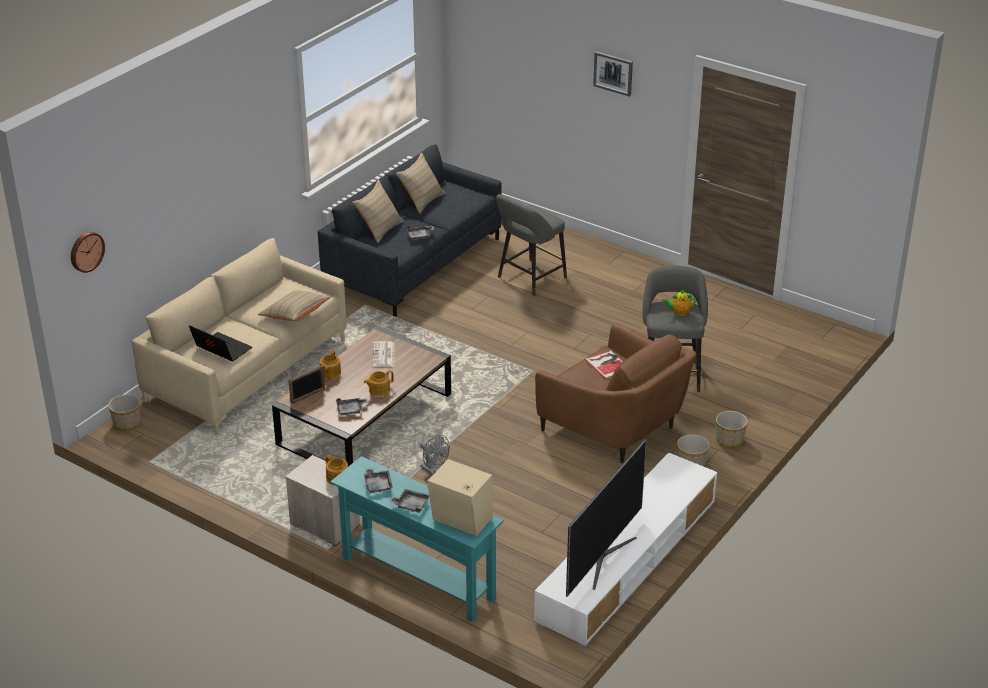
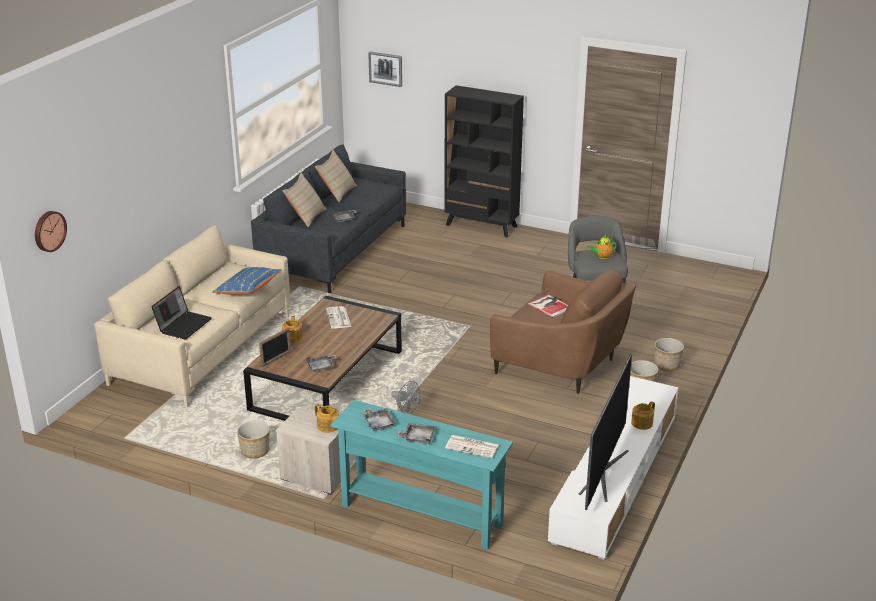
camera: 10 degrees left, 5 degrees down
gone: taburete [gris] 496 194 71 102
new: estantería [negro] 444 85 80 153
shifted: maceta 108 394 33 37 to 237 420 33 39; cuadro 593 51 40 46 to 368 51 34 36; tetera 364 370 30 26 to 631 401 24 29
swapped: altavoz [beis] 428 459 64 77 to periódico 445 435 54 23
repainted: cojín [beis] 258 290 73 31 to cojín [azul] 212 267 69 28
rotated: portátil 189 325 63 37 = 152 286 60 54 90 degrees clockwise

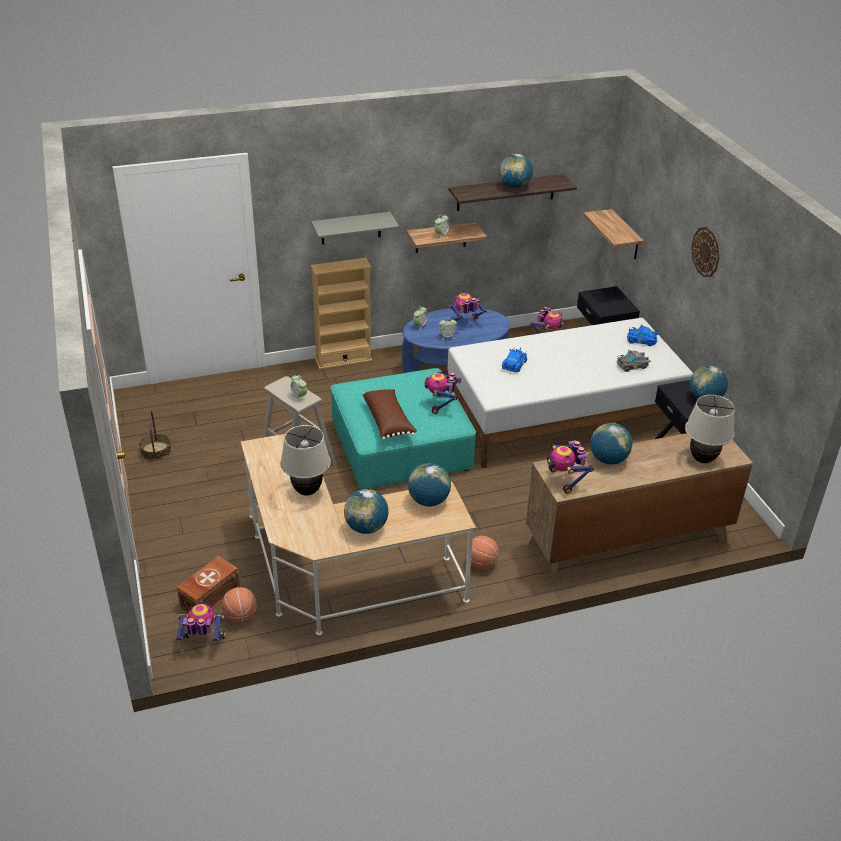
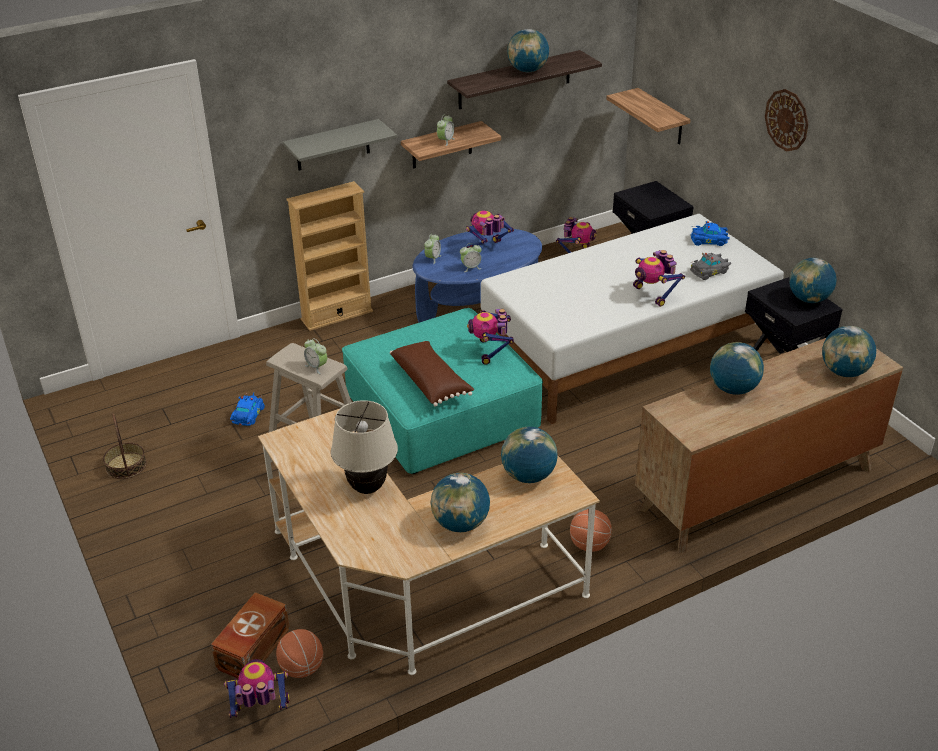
camera: 10 degrees left, 0 degrees up
shifted: coche de juguete [azul] 502 348 25 24 to 230 392 35 34; robot de juguete 547 440 47 54 to 633 250 52 57
swapped: lámpara de mesa [beis] 685 395 50 68 to globo terráqueo 822 326 54 51

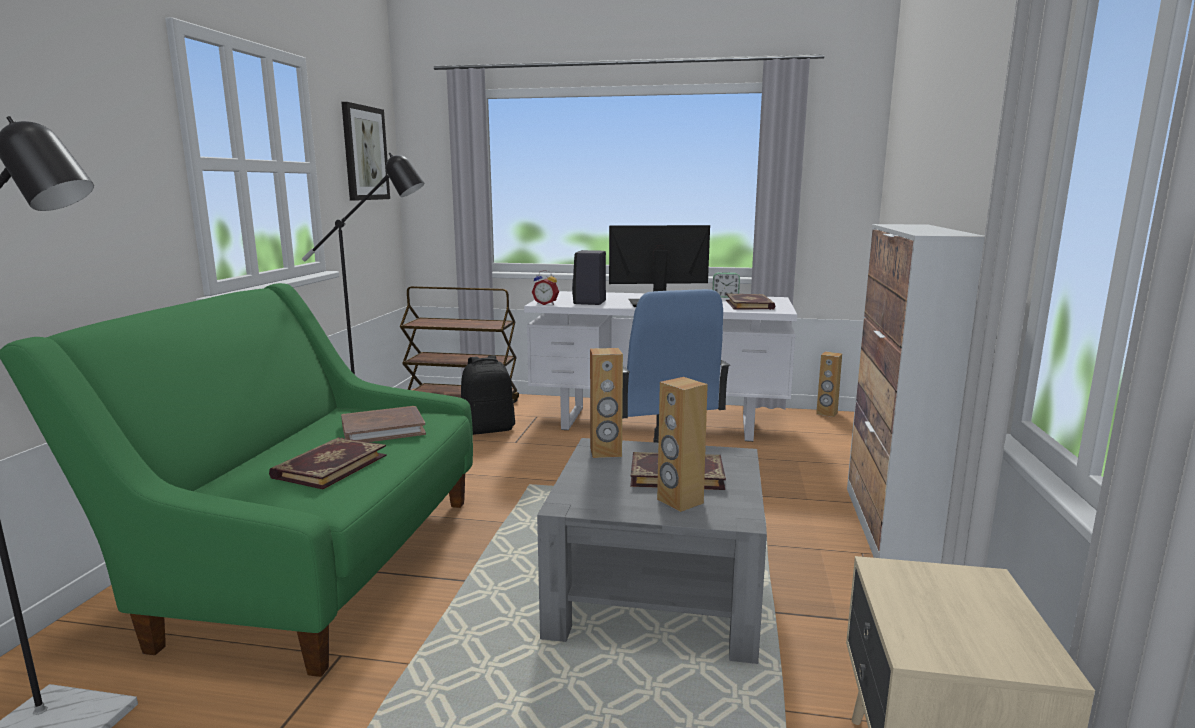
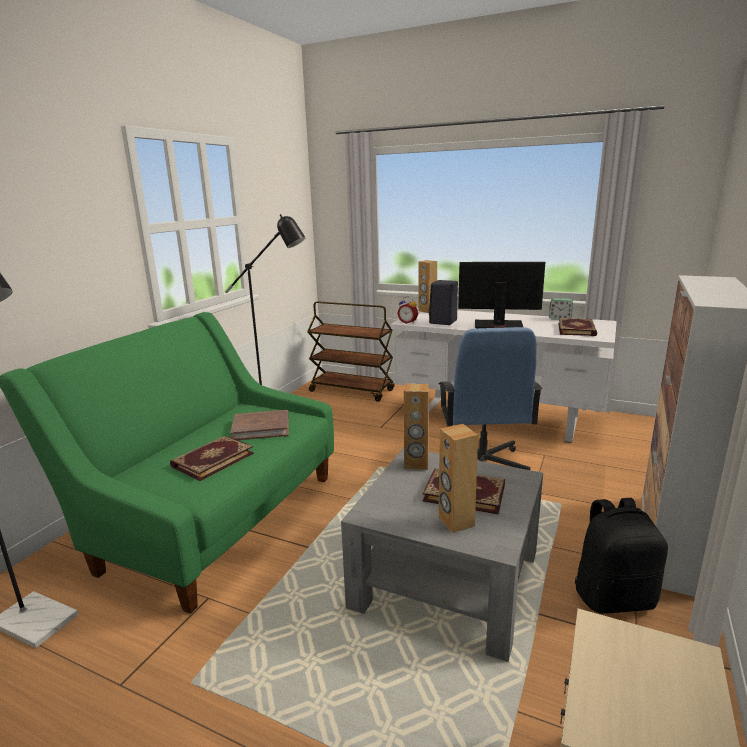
camera: 15 degrees right, 5 degrees up
gone: cuadro 342 102 48 99
shifted: altavoz [marrón] 816 351 26 66 to 418 260 19 53; mochila [negro] 461 355 54 80 to 575 498 93 116

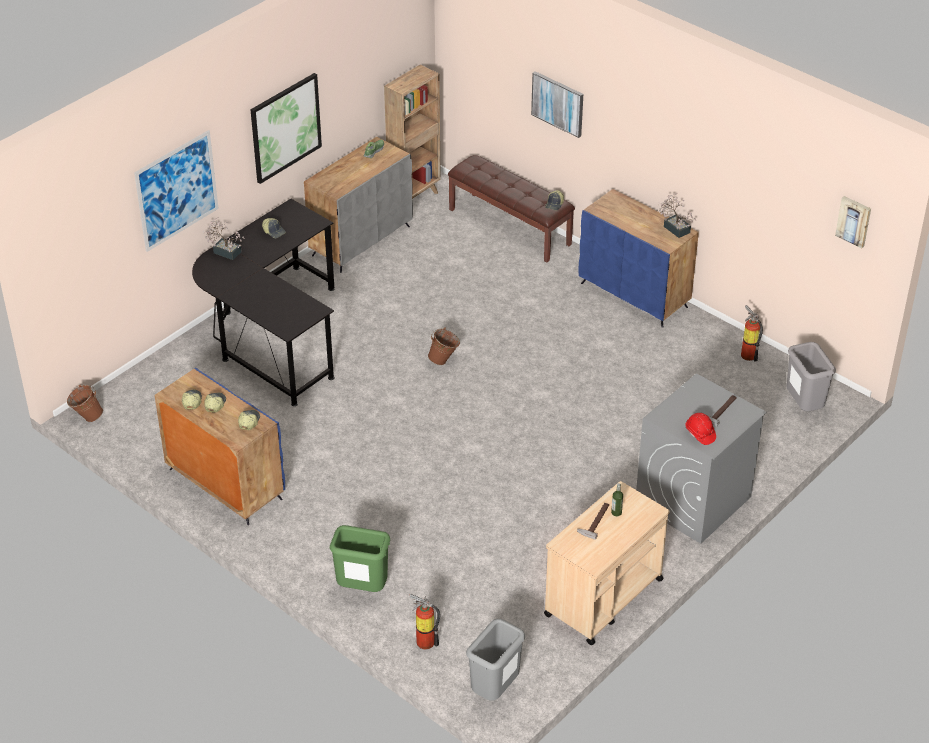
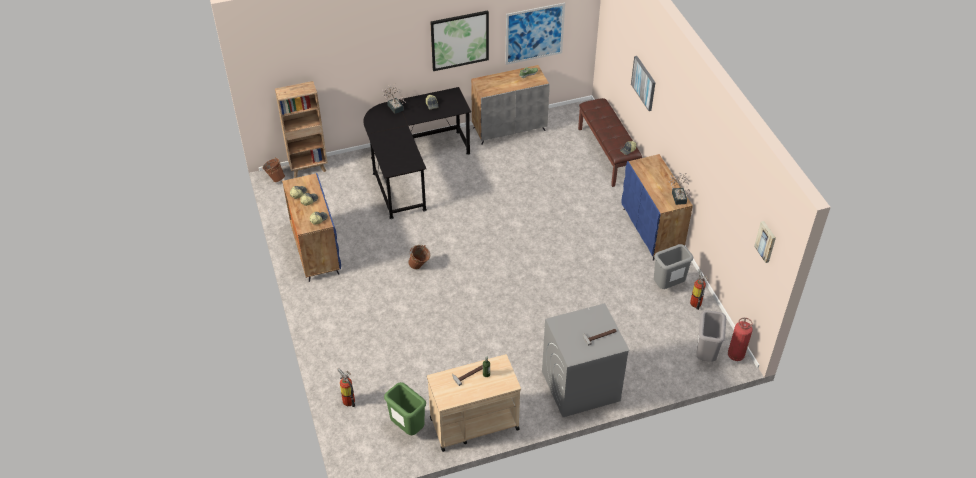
camera: 30 degrees right, 5 degrees up
gone: casco [rojo] 685 413 31 32
new: extintor 728 318 25 43
shifted: estantería [marrón] 384 64 57 135 to 275 81 53 97; papelera [verde] 330 525 60 67 to 384 382 42 53; cubo [marrón] 428 328 32 37 to 408 245 22 24; cuadro 134 130 85 122 to 505 3 60 62; papelera [gris] 466 619 59 82 to 654 244 39 45

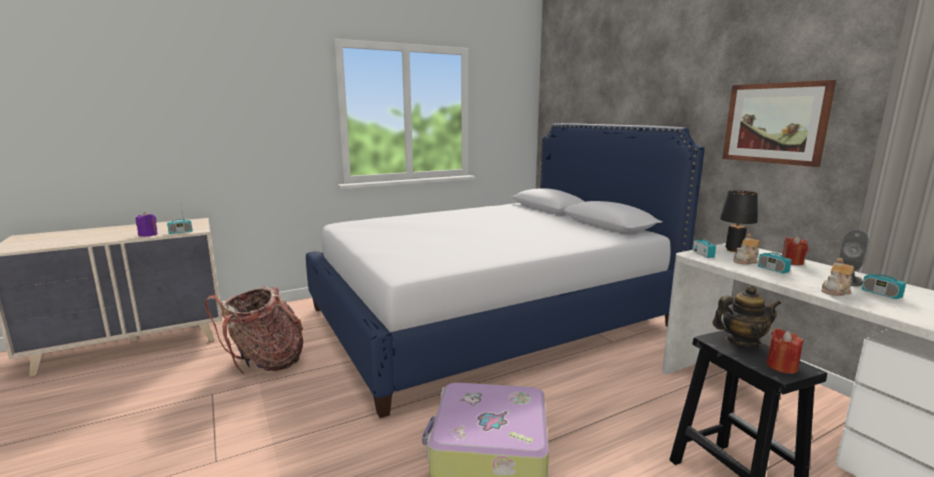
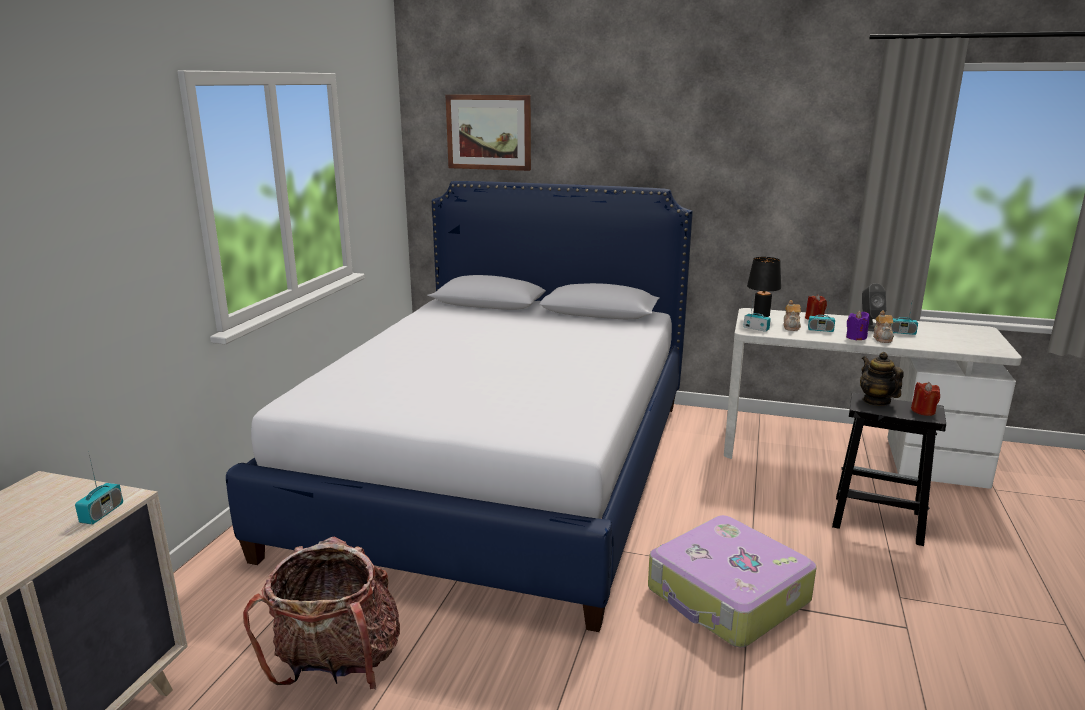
camera: 45 degrees left, 5 degrees up
shifted: cuadro 723 80 113 87 to 445 95 86 76; vela [morado] 136 212 22 25 to 846 311 24 29
rotated: tetera 712 285 70 62 = 860 352 44 54 60 degrees counterclockwise

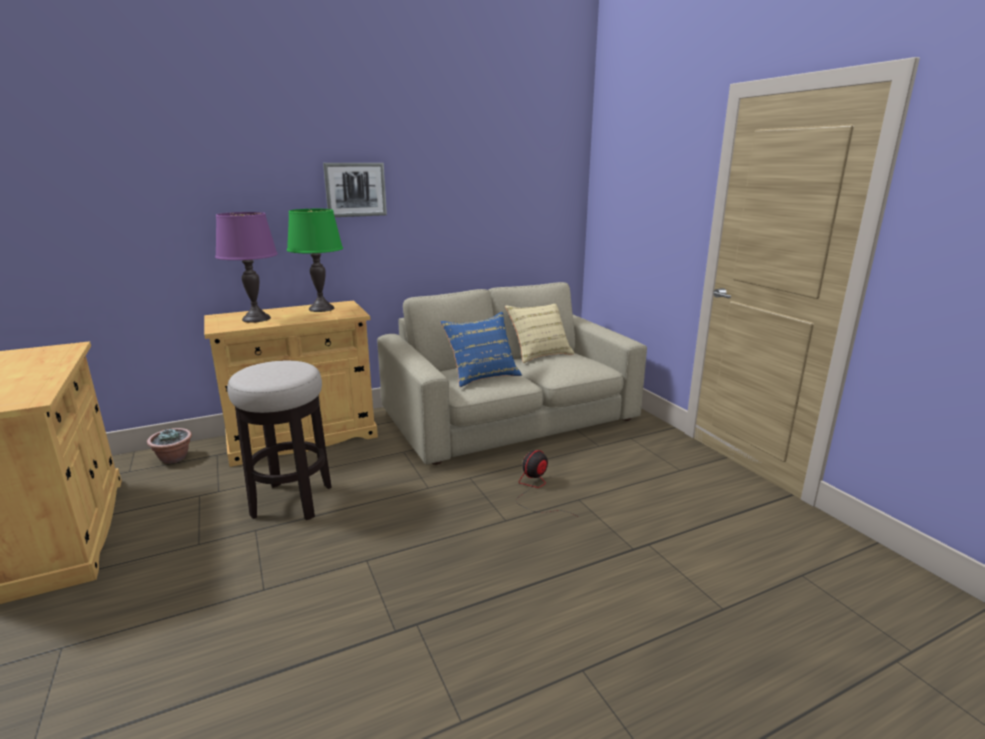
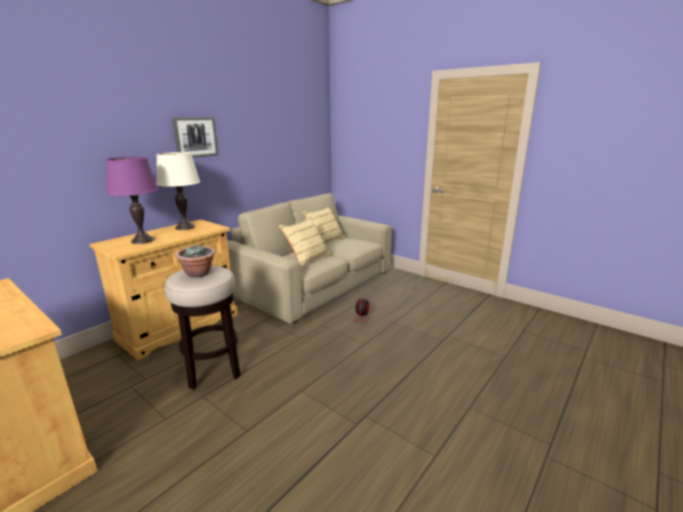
camera: 25 degrees left, 0 degrees up
shifted: planta en maceta 147 428 45 36 to 175 245 40 33
repainted: lámpara de mesa [verde] 287 209 56 103 to lámpara de mesa [blanco] 156 152 44 78; cojín [azul] 440 312 82 75 to cojín [beis] 279 215 52 53

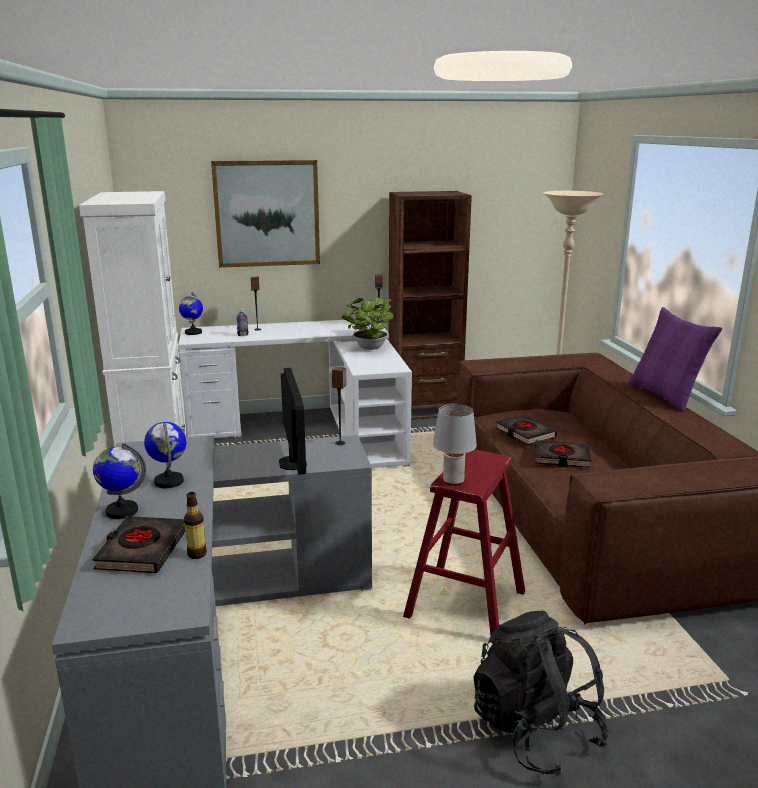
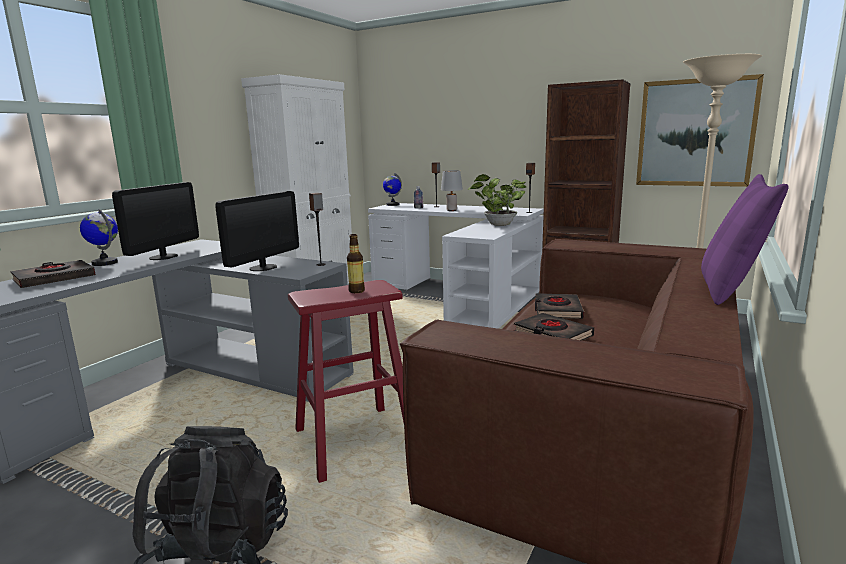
camera: 40 degrees right, 5 degrees down
shifted: botella 184 492 23 67 to 347 234 18 59; lámpara de mesa [gris] 433 404 44 82 to 441 170 22 41; cuadro 211 160 109 108 to 636 74 128 113
swapped: globo terráqueo 144 422 43 66 to monitor 112 182 87 78

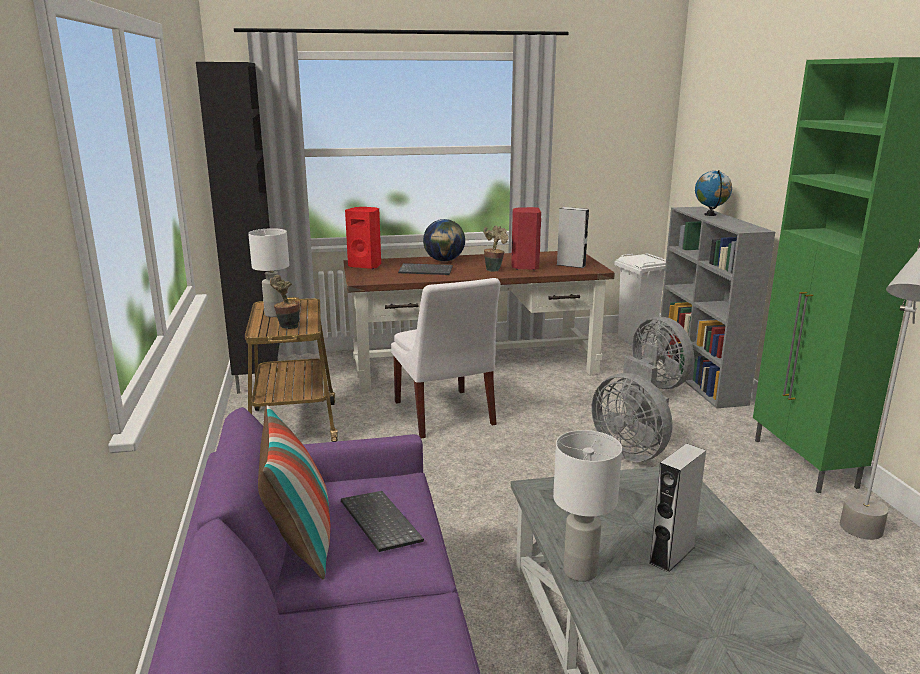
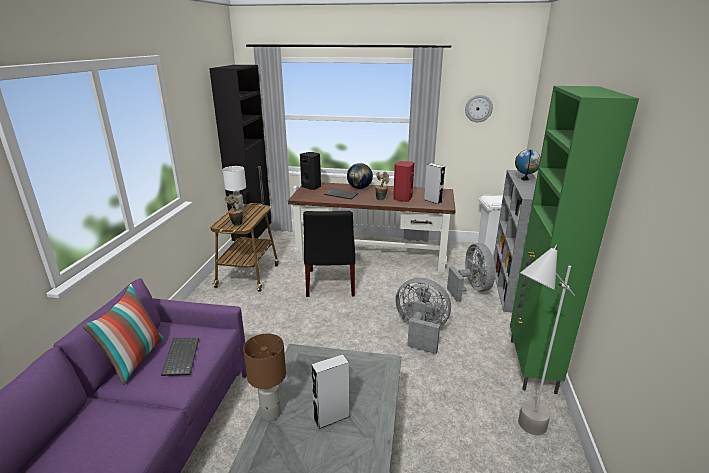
camera: 20 degrees right, 5 degrees up
new: reloj de pared 465 95 28 27
repainted: lámpara de mesa [blanco] 553 430 69 152 to lámpara de mesa [marrón] 243 333 43 88; altavoz [rojo] 345 207 36 62 to altavoz [negro] 300 152 21 38; silla [blanco] 391 278 110 160 to silla [negro] 303 211 52 86
rotated: ventilador [gris] 592 373 81 89 = 395 278 56 76 135 degrees clockwise

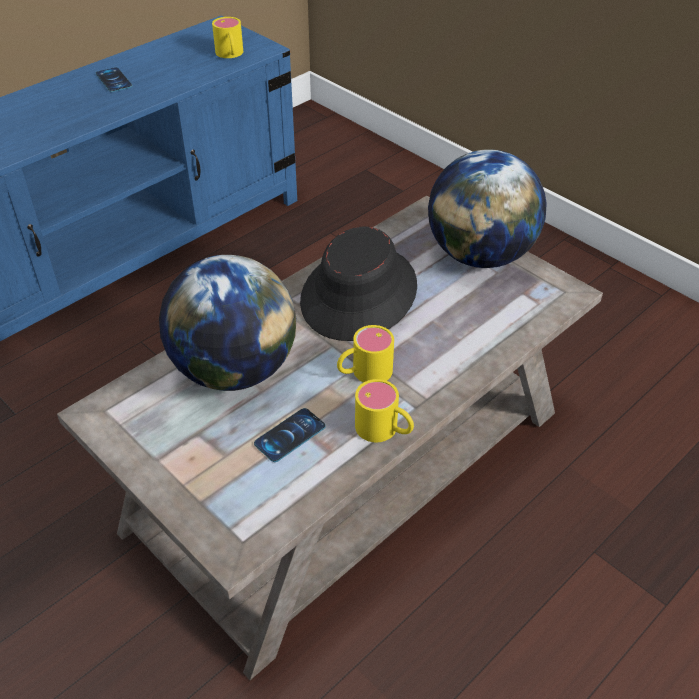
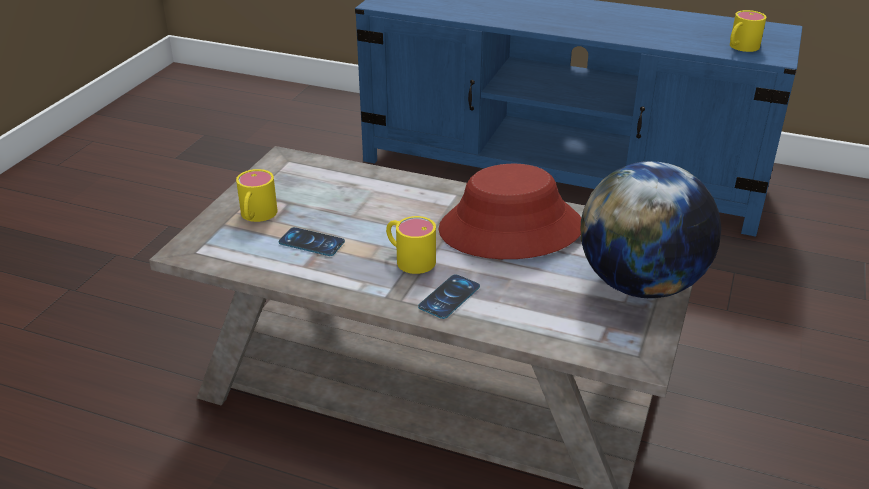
camera: 65 degrees right, 10 degrees down
gone: globo terráqueo 159 255 137 136
shifted: taza grande [amarillo] 355 379 59 63 to 236 169 42 53; móvil 96 67 36 25 to 418 274 62 45
repainted: sombrero [negro] 300 227 117 114 to sombrero [rojo] 438 164 143 95

